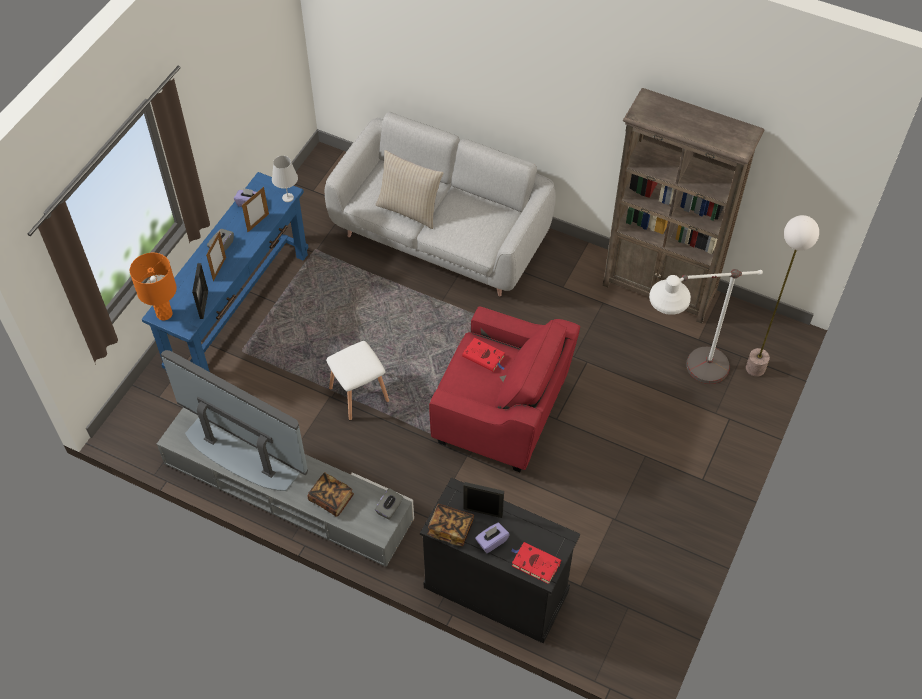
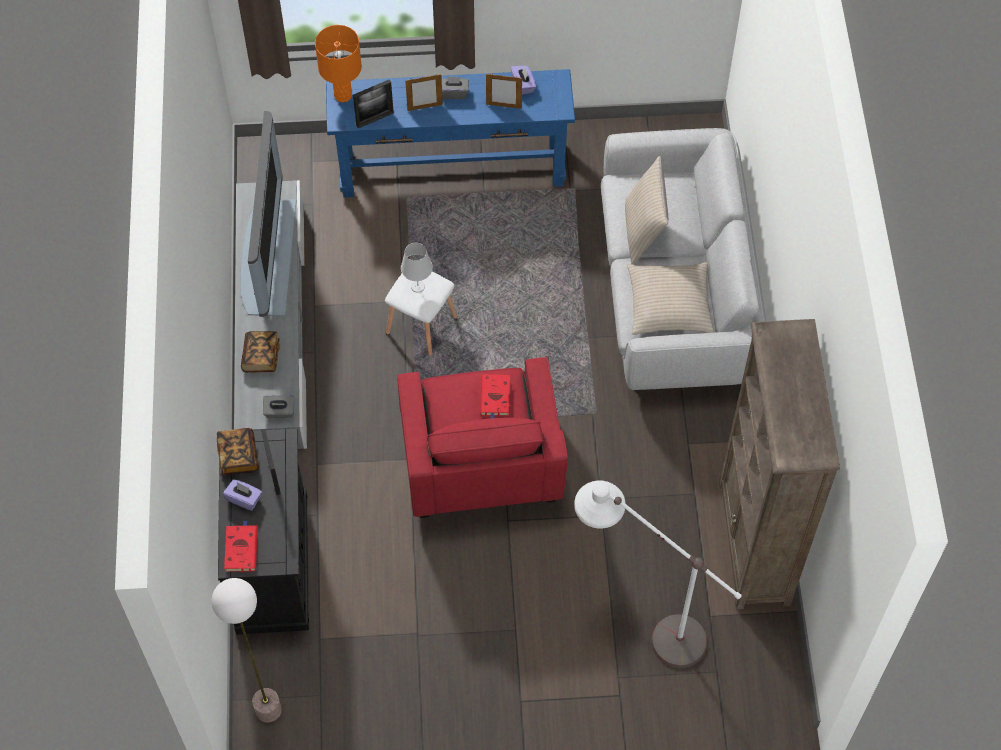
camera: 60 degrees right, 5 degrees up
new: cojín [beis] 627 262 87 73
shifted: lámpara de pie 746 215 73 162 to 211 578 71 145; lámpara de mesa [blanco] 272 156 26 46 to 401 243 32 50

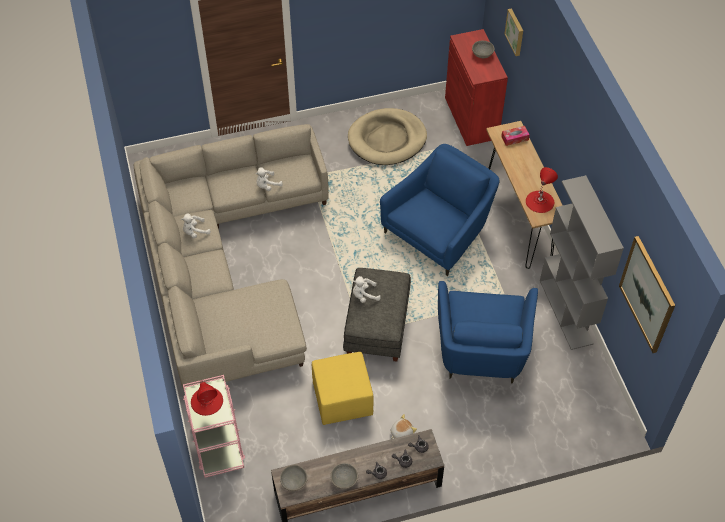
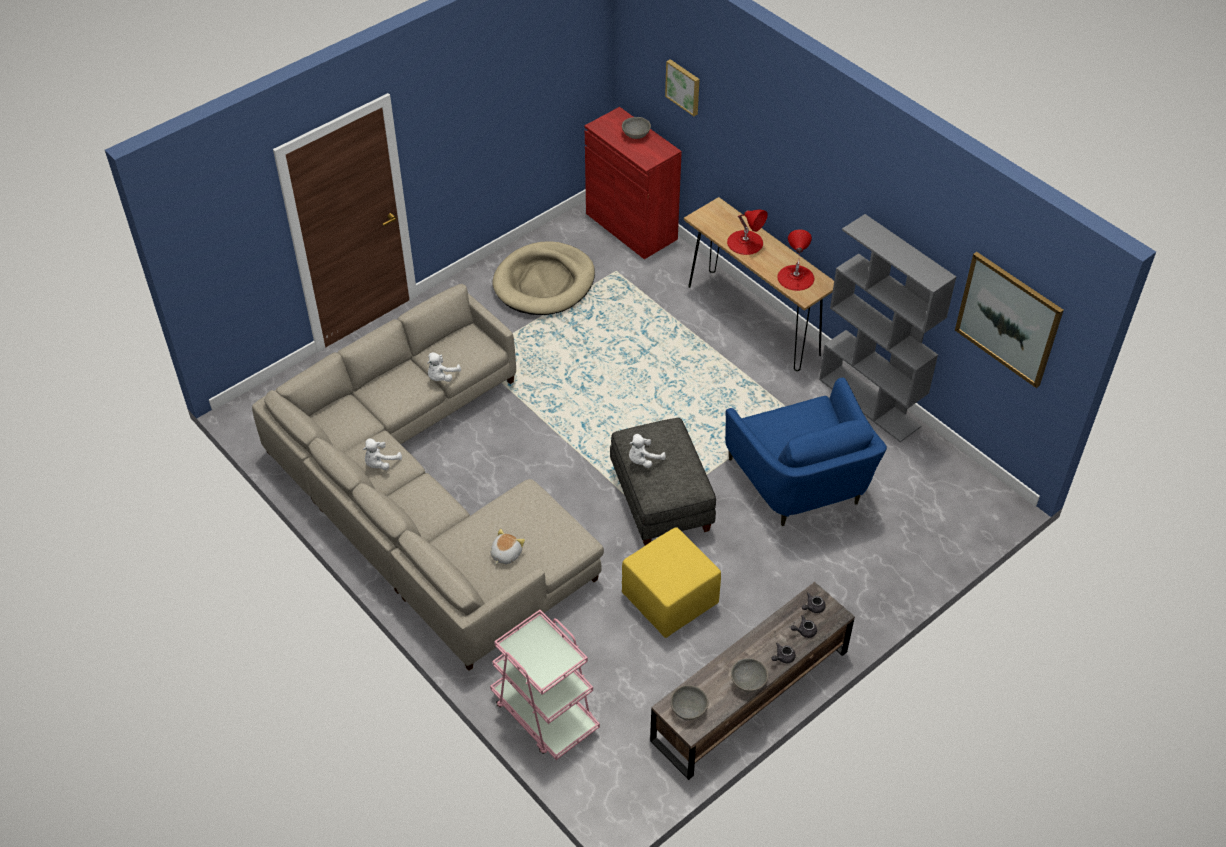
camera: 25 degrees left, 5 degrees down
gone: sillón [azul] 380 144 120 132; caja de pañuelos 501 126 29 20
shifted: peluche 391 414 26 25 to 491 529 34 36; lámpara de mesa [rojo] 191 380 32 36 to 727 210 41 45

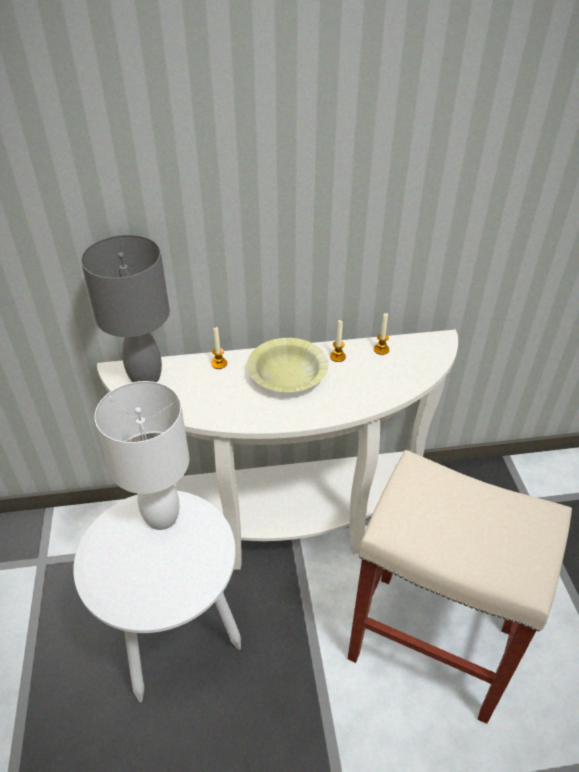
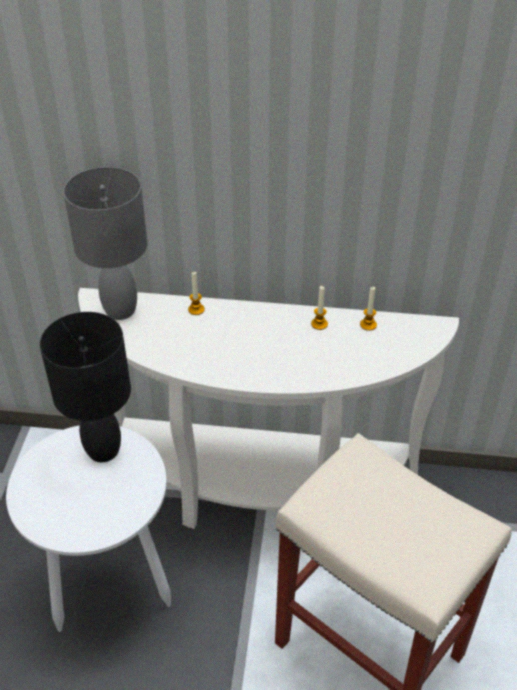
camera: 15 degrees right, 0 degrees up
gone: cuenco [amarillo] 247 338 81 54
repainted: lámpara de mesa [blanco] 95 381 94 149 to lámpara de mesa [negro] 40 312 91 150

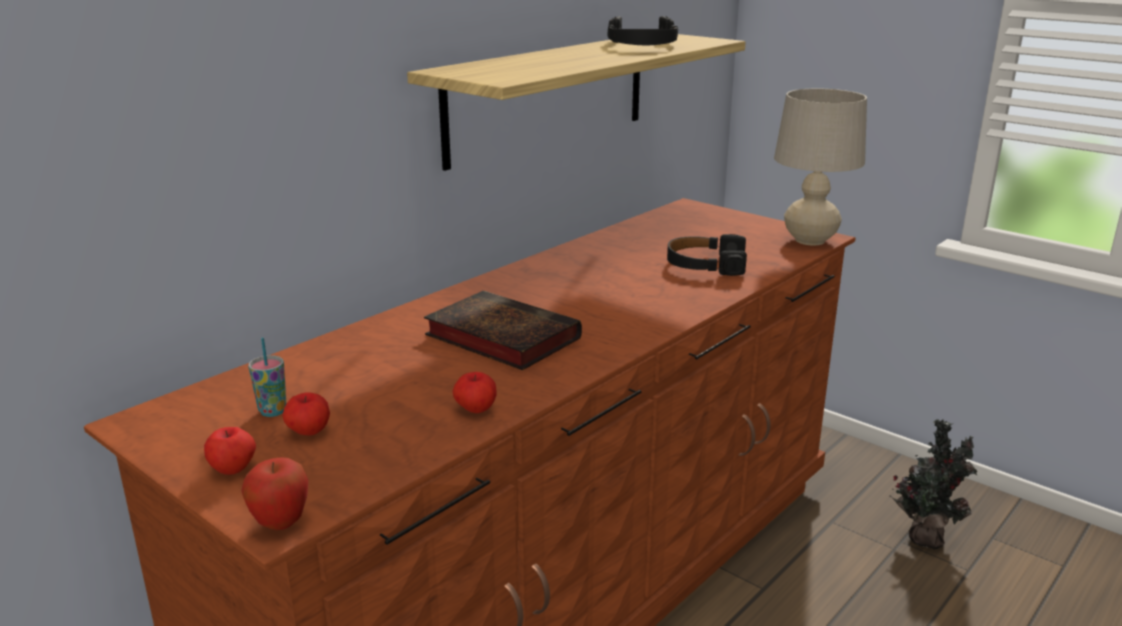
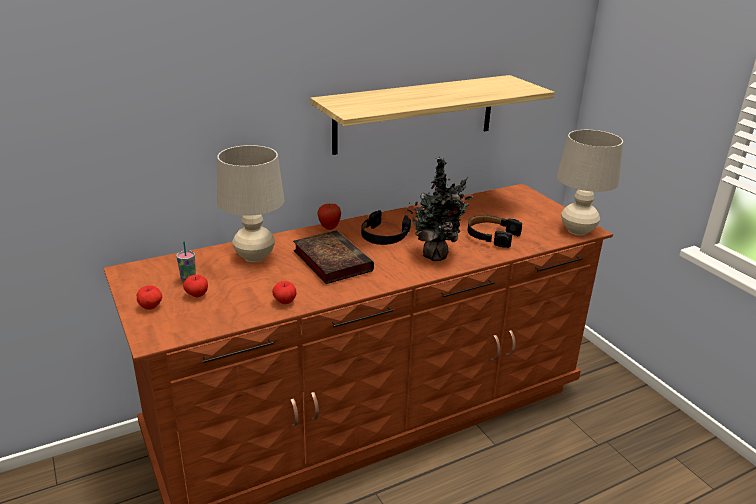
camera: 20 degrees right, 5 degrees up
new: lámpara de mesa [beis] 217 145 68 117
shifted: manzana 241 457 67 73 to 318 203 23 27; auriculares [negro] 608 16 70 29 to 361 210 50 35; planta en maceta 889 419 89 130 to 406 158 67 103

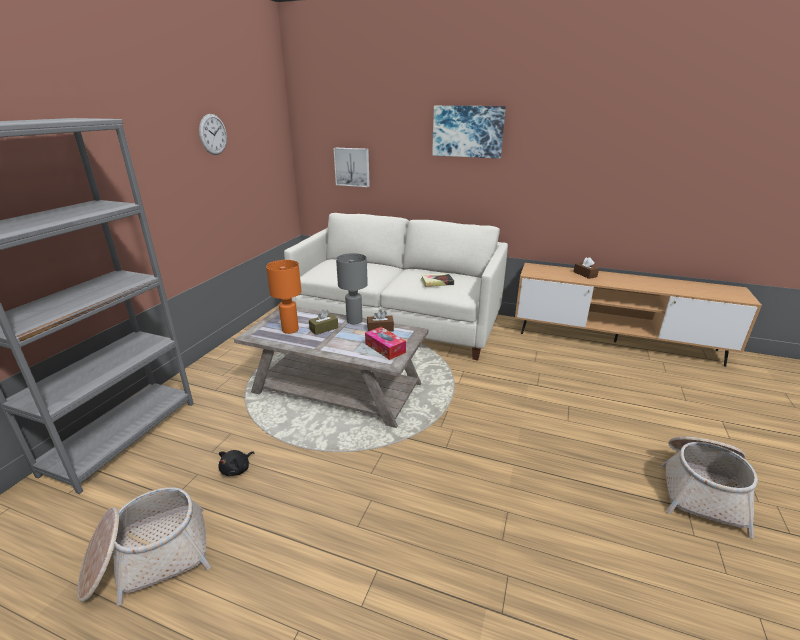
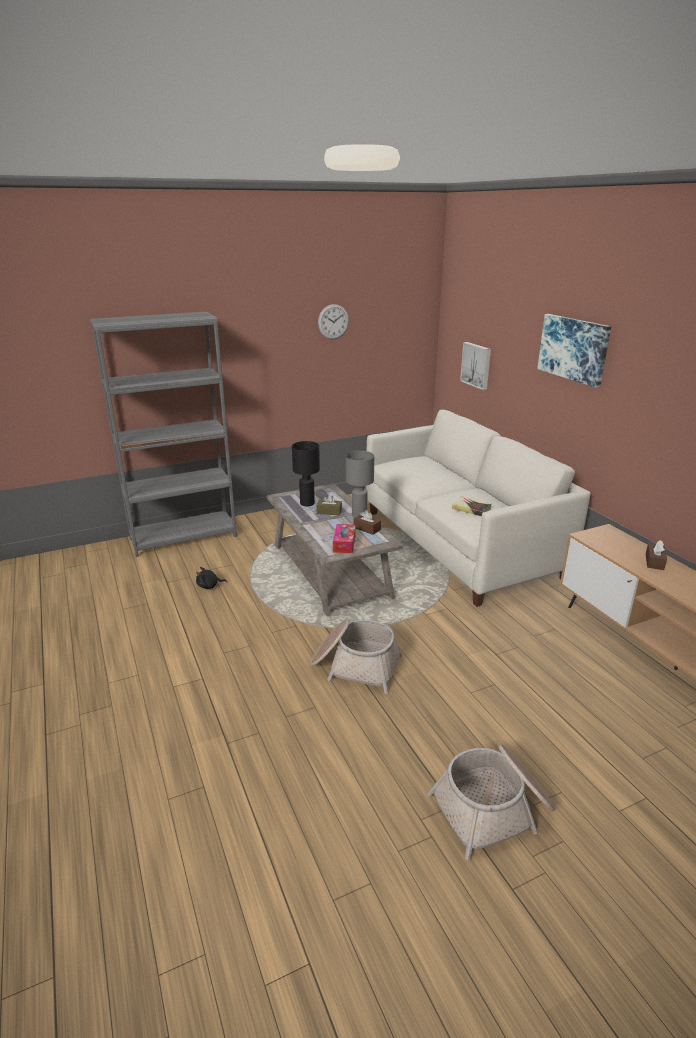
camera: 45 degrees right, 0 degrees up
shifted: cesta 77 487 134 119 to 311 618 92 76
repainted: lámpara de mesa [naranja] 266 260 35 74 to lámpara de mesa [negro] 292 441 28 65

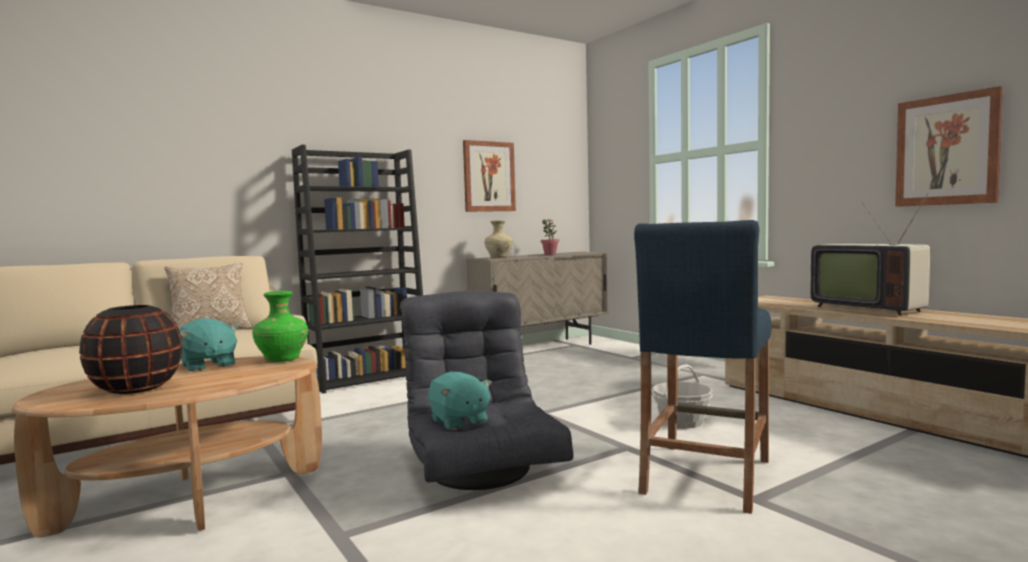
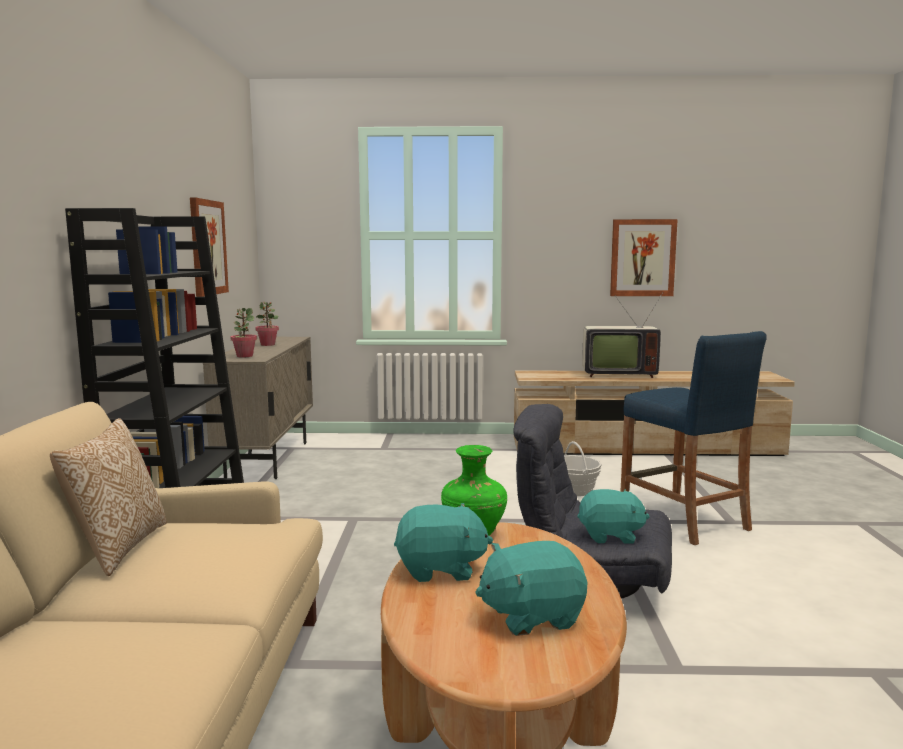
camera: 55 degrees left, 5 degrees up
swapped: florero [beis] 485 220 28 38 to planta en maceta 231 308 26 49; florero [negro] 79 305 104 89 to peluche [turquesa] 475 541 112 95

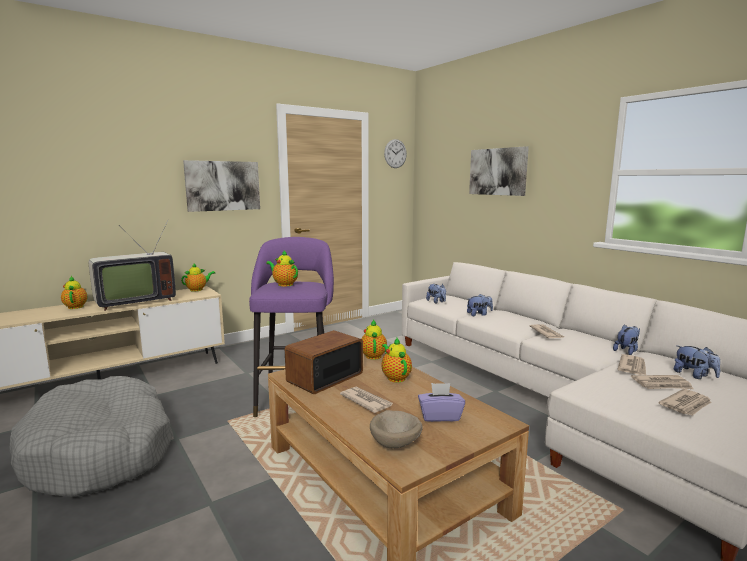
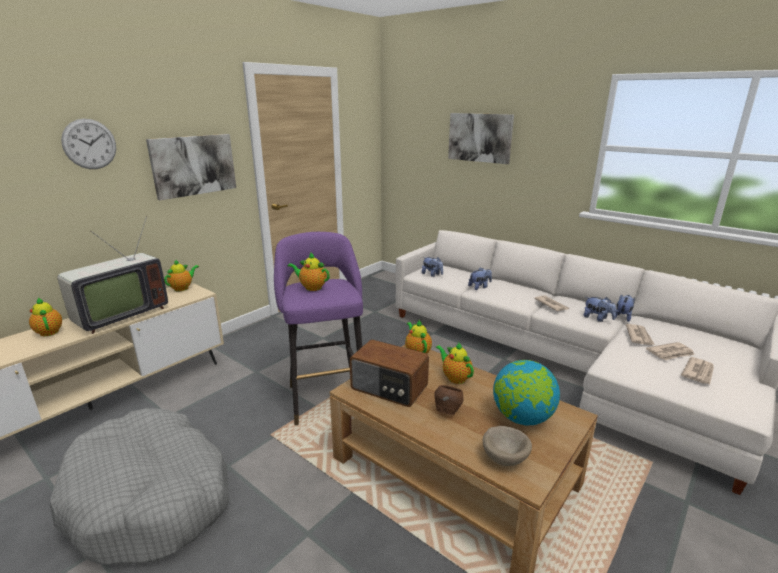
camera: 15 degrees left, 10 degrees up
shifted: reloj de pared 384 139 23 29 to 61 119 55 50; peluche 674 345 46 34 to 584 297 32 25
swapped: periódico 340 386 53 27 to cuenco [marrón] 434 385 30 30; caja de pañuelos [morado] 418 383 47 39 to globo terráqueo 493 360 67 65
rotated: radio 285 330 78 64 = 350 339 79 68 90 degrees counterclockwise

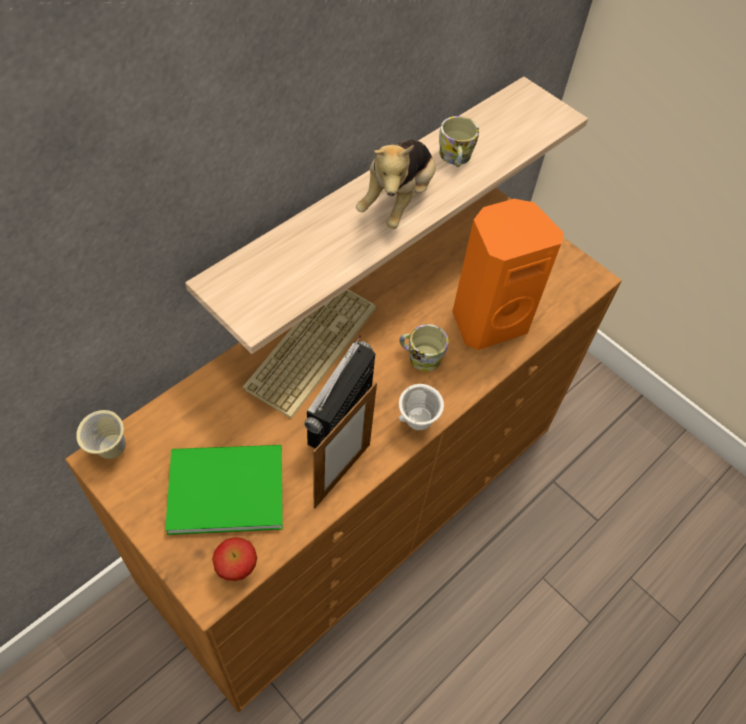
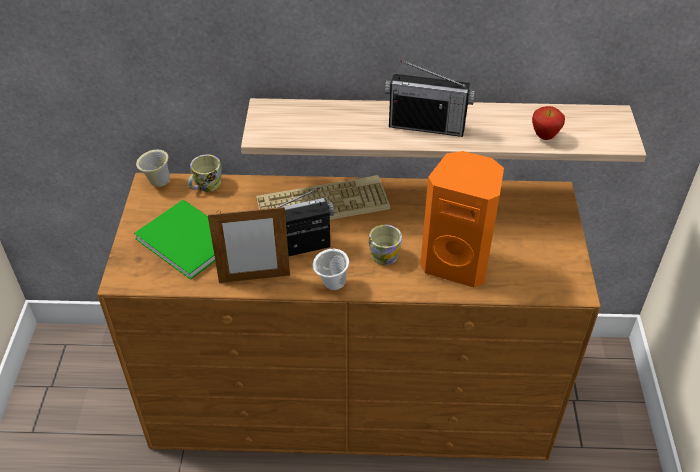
camera: 50 degrees right, 10 degrees down
shifted: taza grande 439 116 40 51 to 188 155 33 37; manzana 212 537 45 44 to 532 106 33 34
swapped: peluche 356 140 80 89 to radio 385 60 90 77

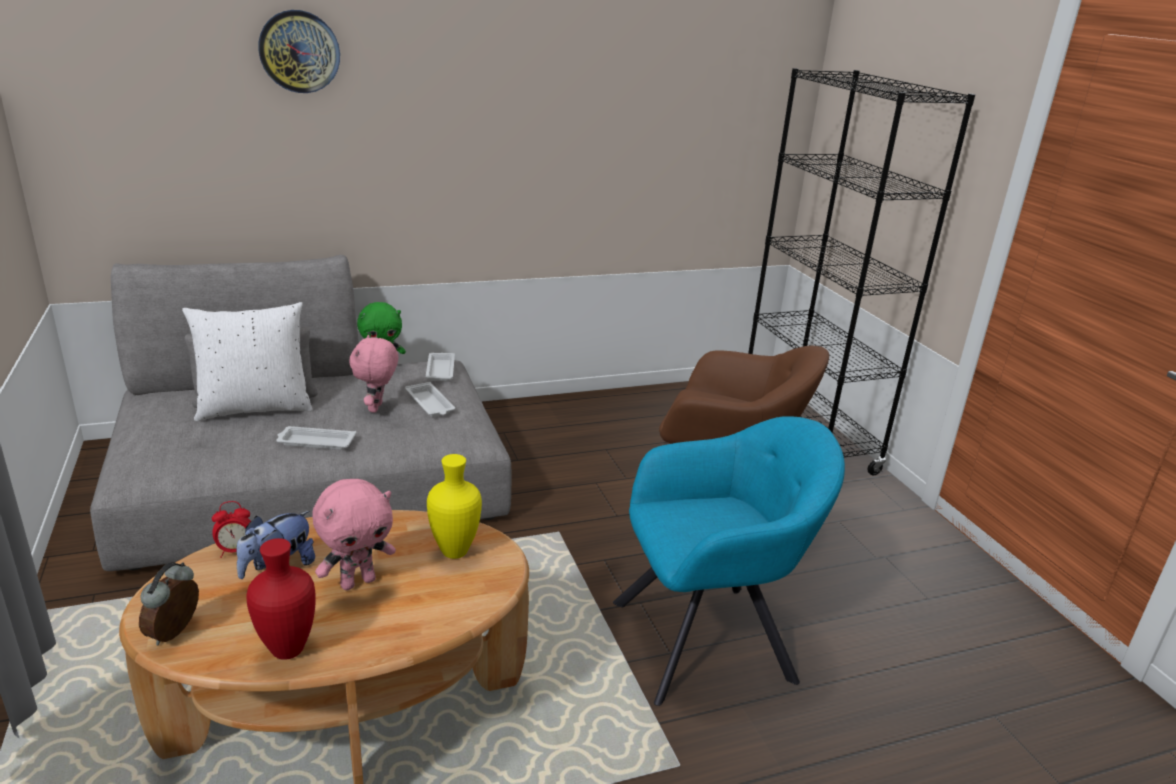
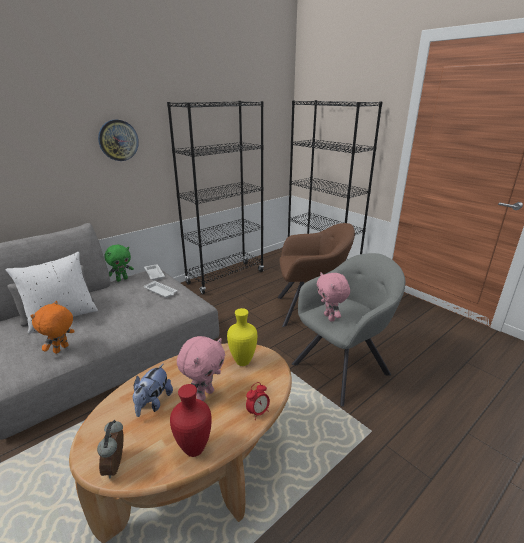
camera: 20 degrees left, 0 degrees up
gone: bandeja [blanco] 276 426 80 24
new: peluche [naranja] 31 301 44 53; estantería [negro] 167 101 97 193
shifted: reloj de pared 258 10 82 83 to 98 120 41 41; despertador 212 501 39 57 to 246 382 24 38; peluche [rosa] 349 335 49 78 to 317 272 33 50
repainted: sillón [turquesa] 613 416 232 290 to sillón [gris] 292 253 113 154

